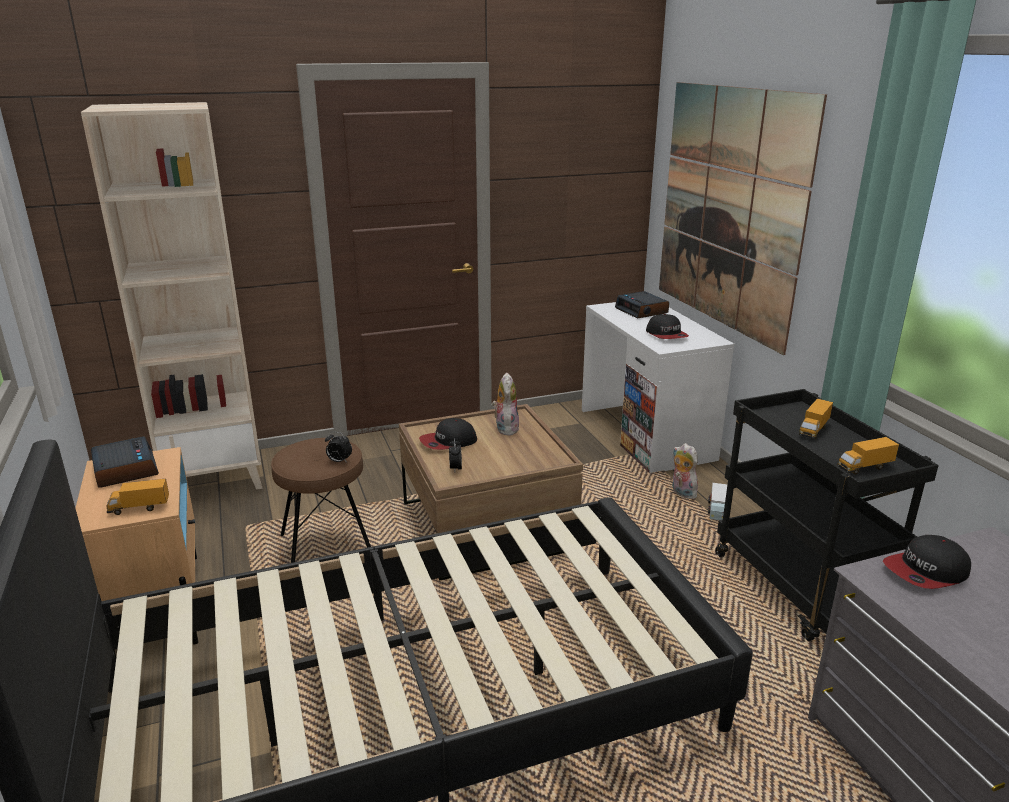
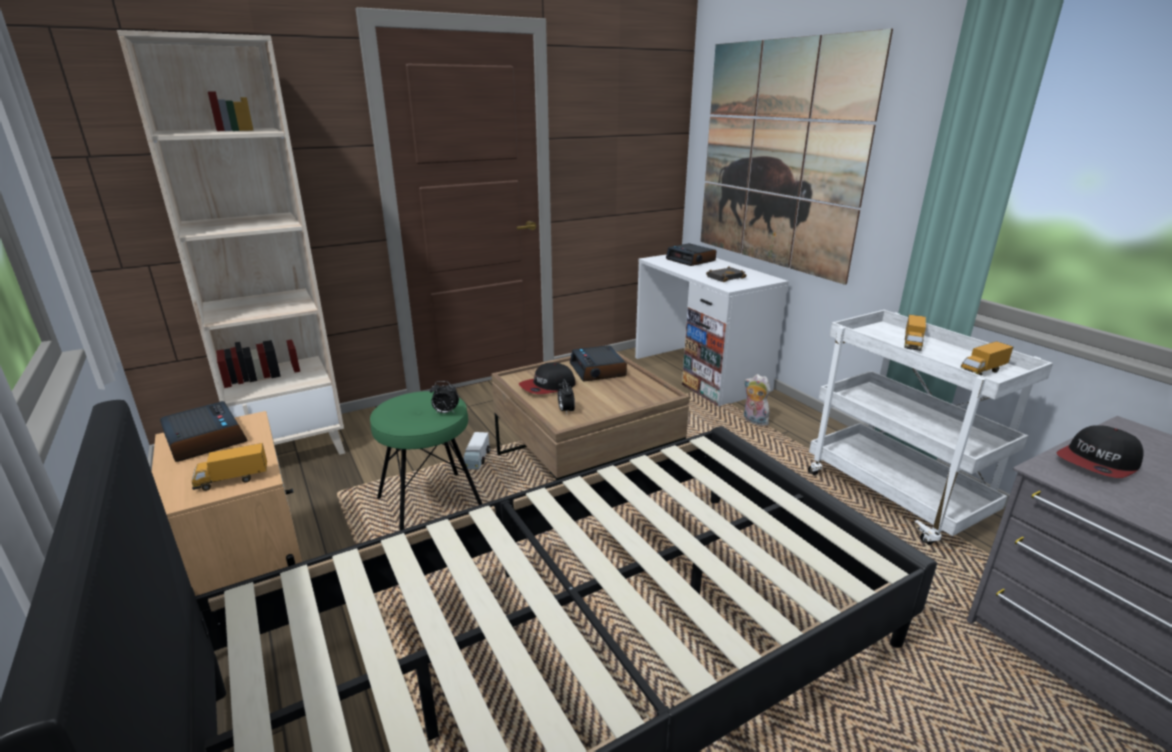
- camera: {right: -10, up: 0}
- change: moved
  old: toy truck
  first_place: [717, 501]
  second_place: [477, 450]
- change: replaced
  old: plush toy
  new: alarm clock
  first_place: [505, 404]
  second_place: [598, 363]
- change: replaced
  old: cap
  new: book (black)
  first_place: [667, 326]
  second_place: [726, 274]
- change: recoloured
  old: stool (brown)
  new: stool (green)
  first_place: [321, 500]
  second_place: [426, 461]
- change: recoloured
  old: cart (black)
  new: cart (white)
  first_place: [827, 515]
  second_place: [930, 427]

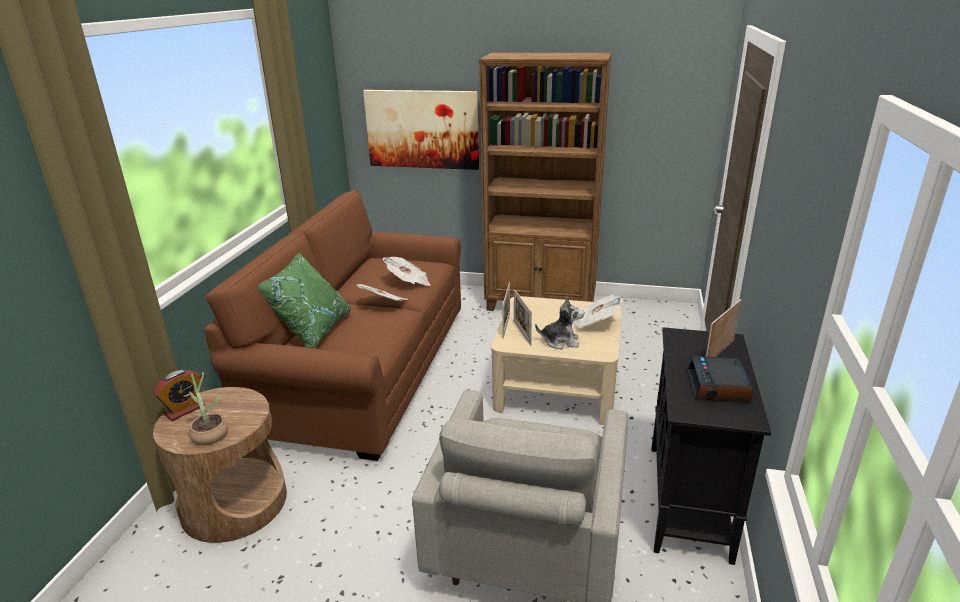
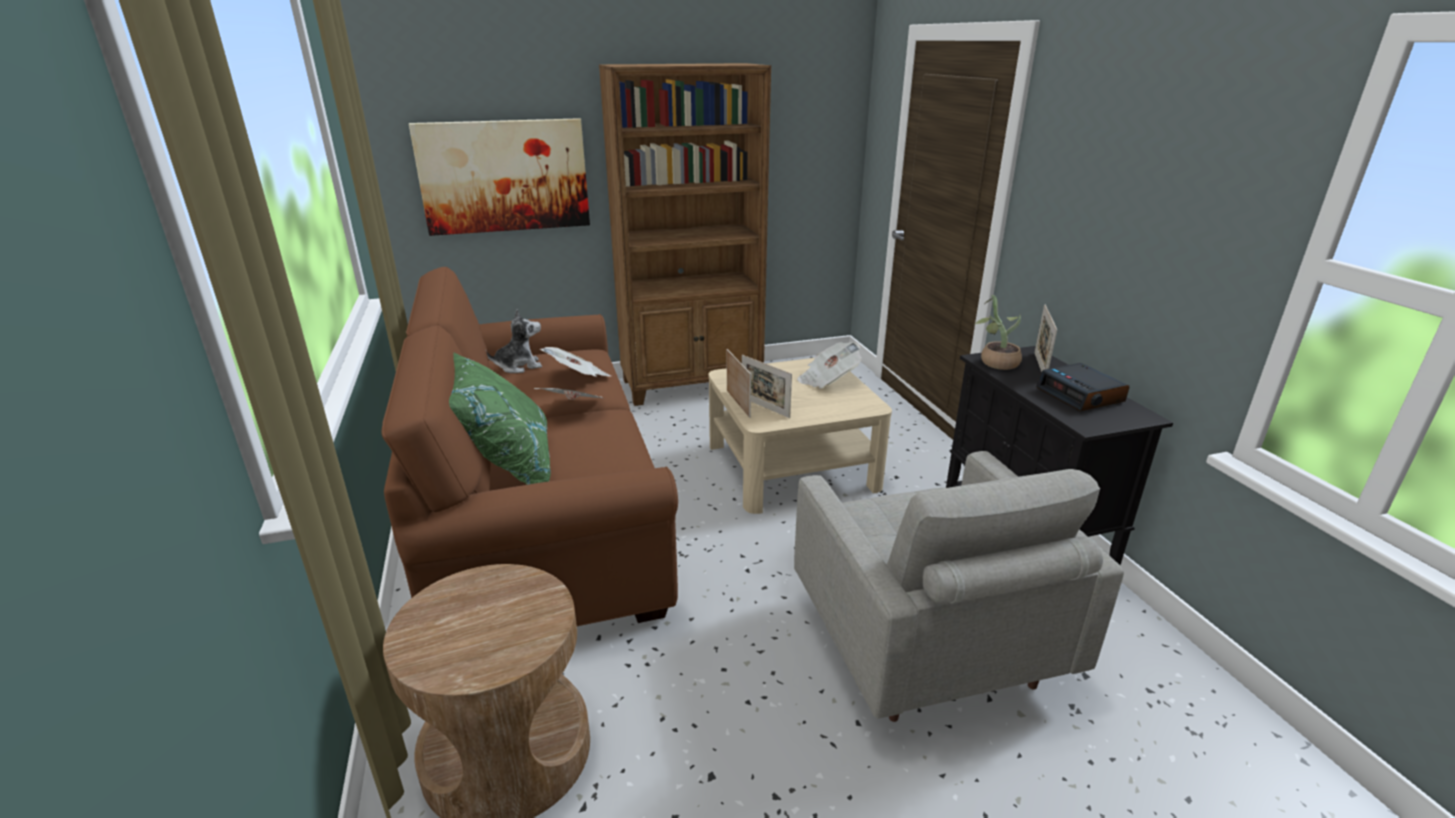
- camera: {right: -30, up: 0}
- change: removed
  old: alarm clock
  first_place: [179, 395]
- change: moved
  old: potted plant
  first_place: [206, 408]
  second_place: [998, 332]
- change: moved
  old: plush toy
  first_place: [560, 322]
  second_place: [513, 341]

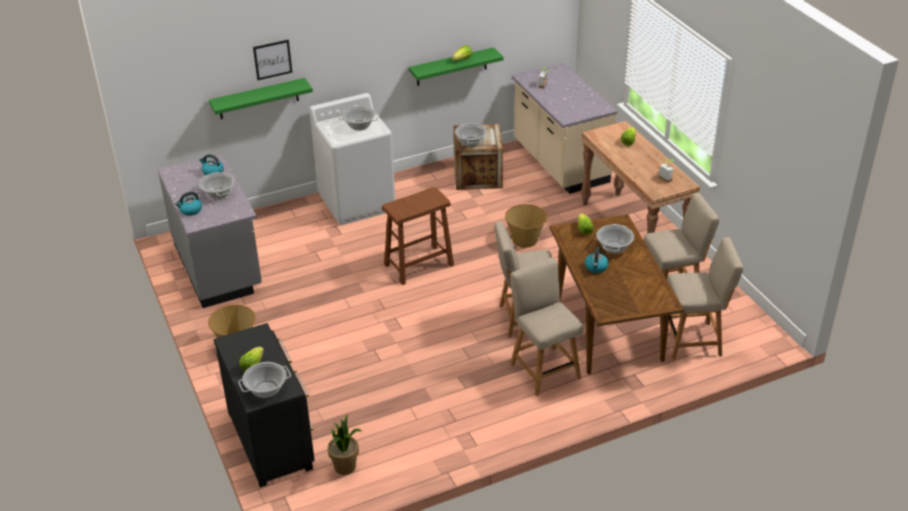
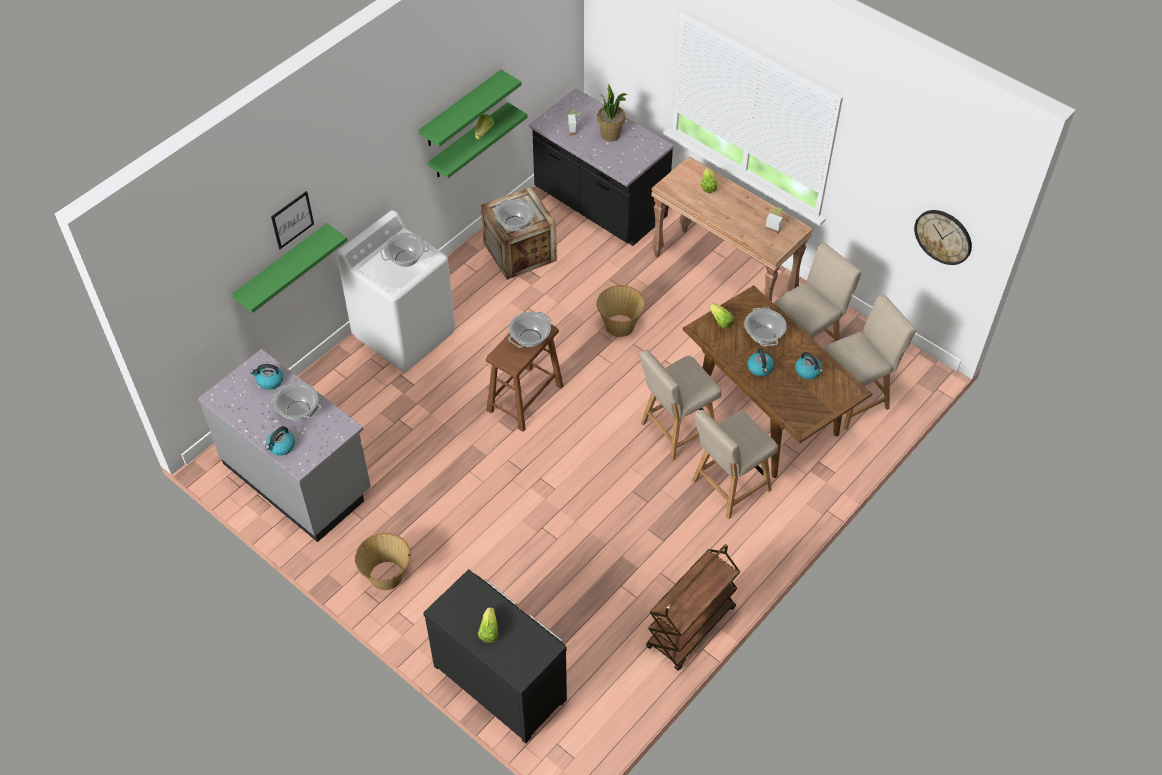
- camera: {right: -25, up: 15}
- change: added
  new: shelf (green)
  second_place: [470, 108]
- change: added
  new: cart (brown)
  second_place: [693, 607]
- change: added
  new: kettle
  second_place: [809, 366]
- change: added
  new: wall clock
  second_place: [943, 237]
- change: moved
  old: cooking pot
  first_place: [264, 380]
  second_place: [530, 329]
- change: moved
  old: potted plant
  first_place: [344, 444]
  second_place: [612, 113]
- change: recoloured
  old: counter (beige)
  new: counter (black)
  first_place: [565, 128]
  second_place: [601, 167]
- change: turned
  old: chair (beige)
  first_place: [546, 327]
  second_place: [735, 464]
  degrees: -75

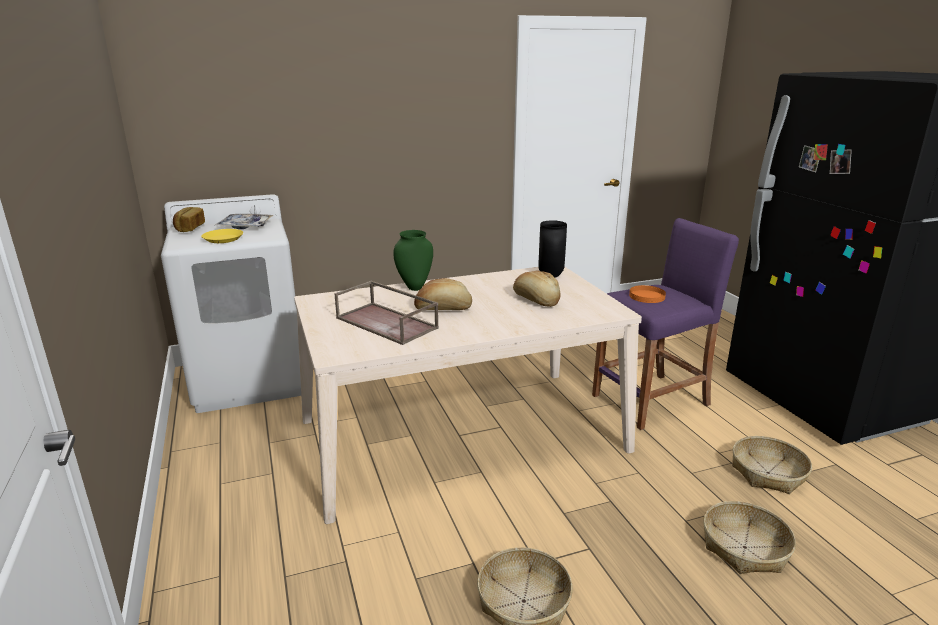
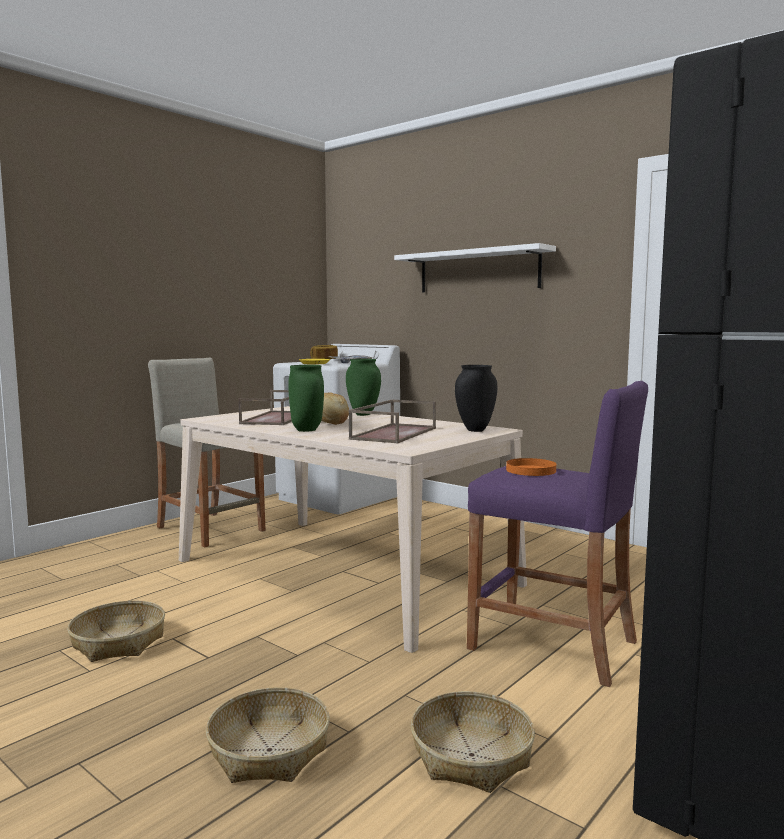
- camera: {right: 60, up: -15}
- change: added
  new: stool (beige)
  second_place: [206, 452]
- change: added
  new: vase (green)
  second_place: [306, 398]
- change: added
  new: shelf (white)
  second_place: [475, 267]
- change: replaced
  old: bread
  new: tray (brown)
  first_place: [536, 289]
  second_place: [392, 421]

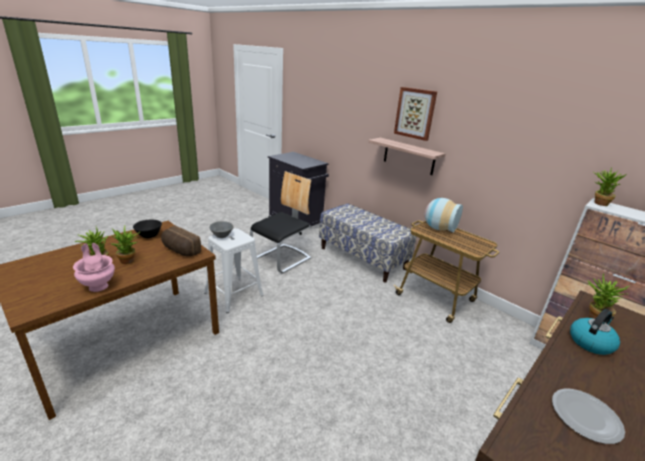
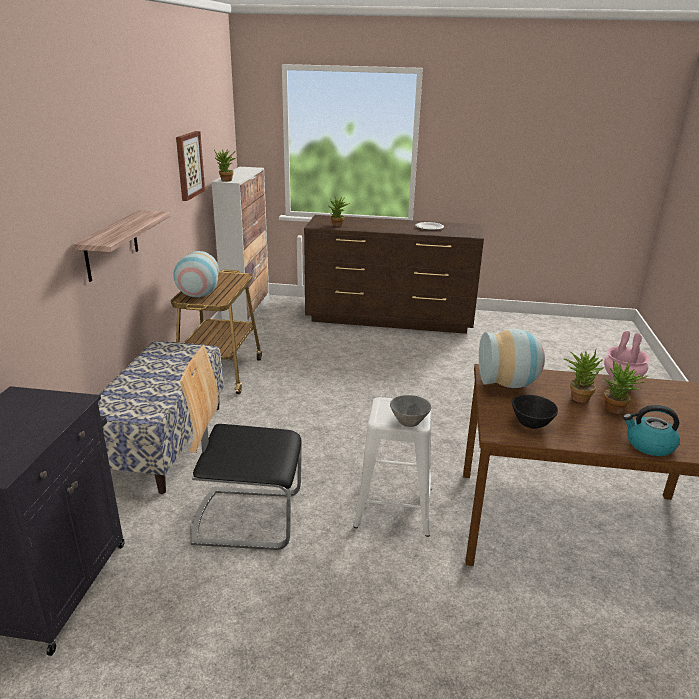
- camera: {right: -125, up: 0}
- change: moved
  old: picture
  first_place: [415, 114]
  second_place: [190, 166]
- change: moved
  old: kettle
  first_place: [595, 332]
  second_place: [651, 430]
- change: replaced
  old: bread
  new: vase
  first_place: [181, 241]
  second_place: [512, 358]

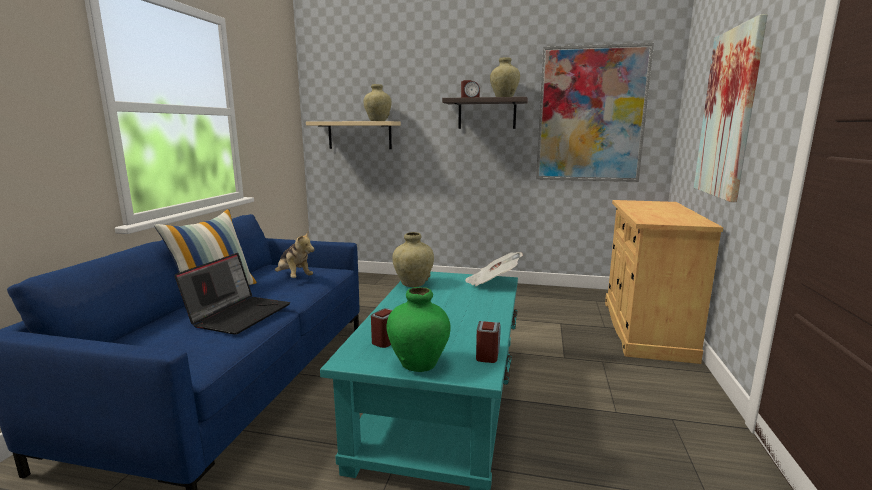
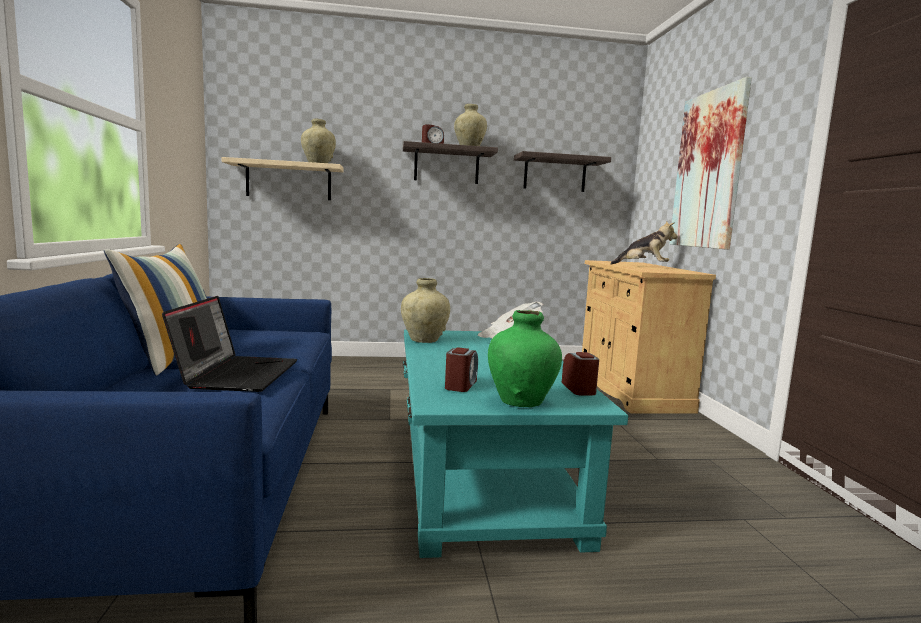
- camera: {right: -20, up: -5}
- change: moved
  old: plush toy
  first_place: [295, 255]
  second_place: [644, 242]
- change: replaced
  old: picture
  new: shelf
  first_place: [595, 112]
  second_place: [562, 171]

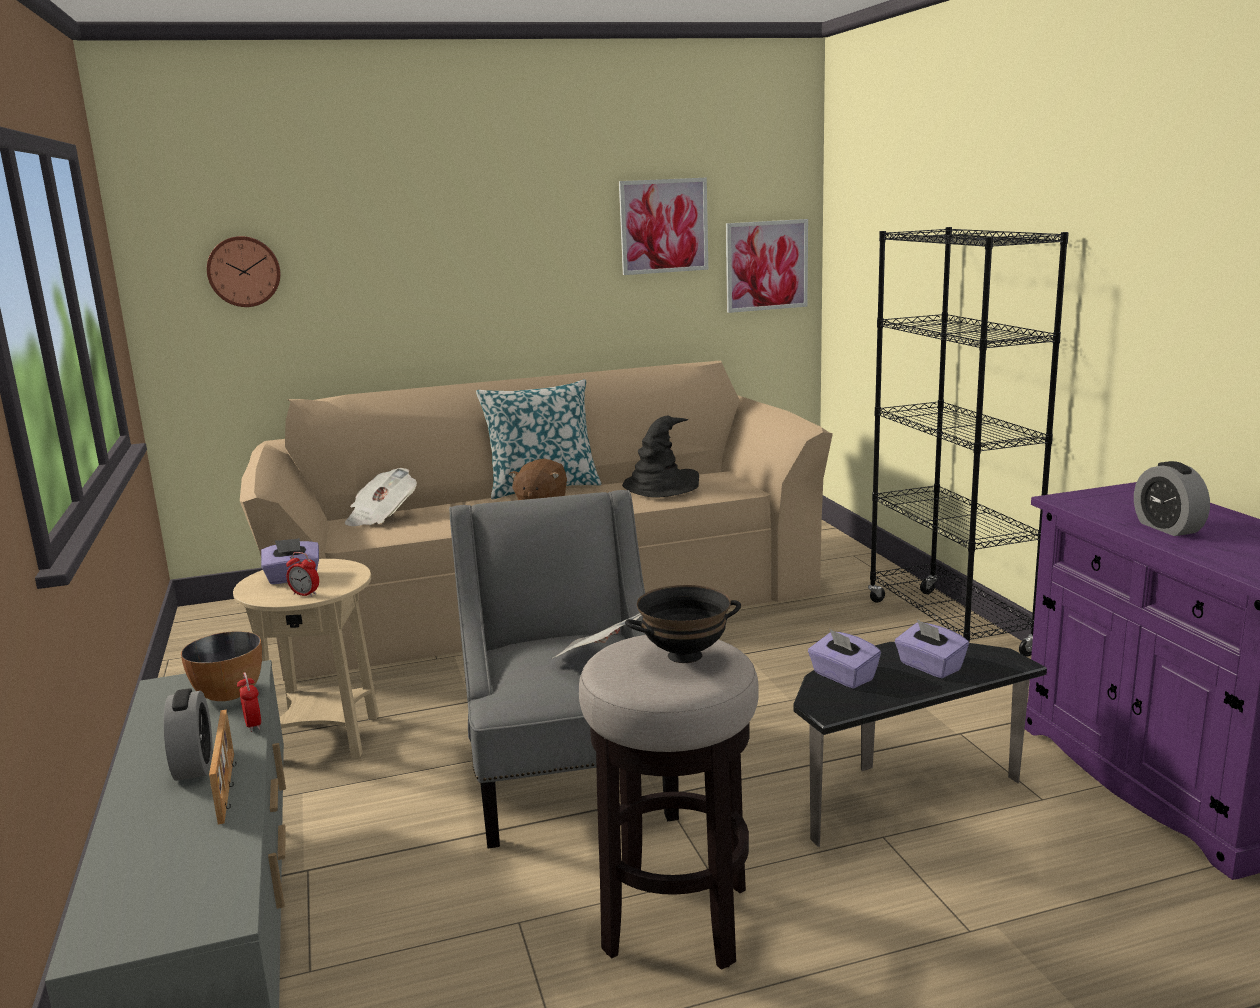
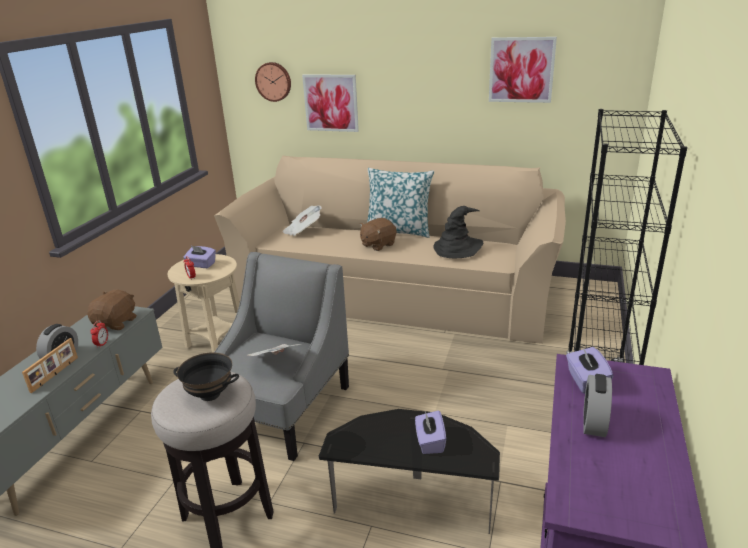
- camera: {right: 35, up: 10}
- change: moved
  old: picture
  first_place: [767, 266]
  second_place: [330, 103]
- change: moved
  old: tissue box (purple)
  first_place: [844, 659]
  second_place: [589, 370]
- change: replaced
  old: bowl
  new: plush toy (brown)
  first_place: [221, 666]
  second_place: [112, 310]

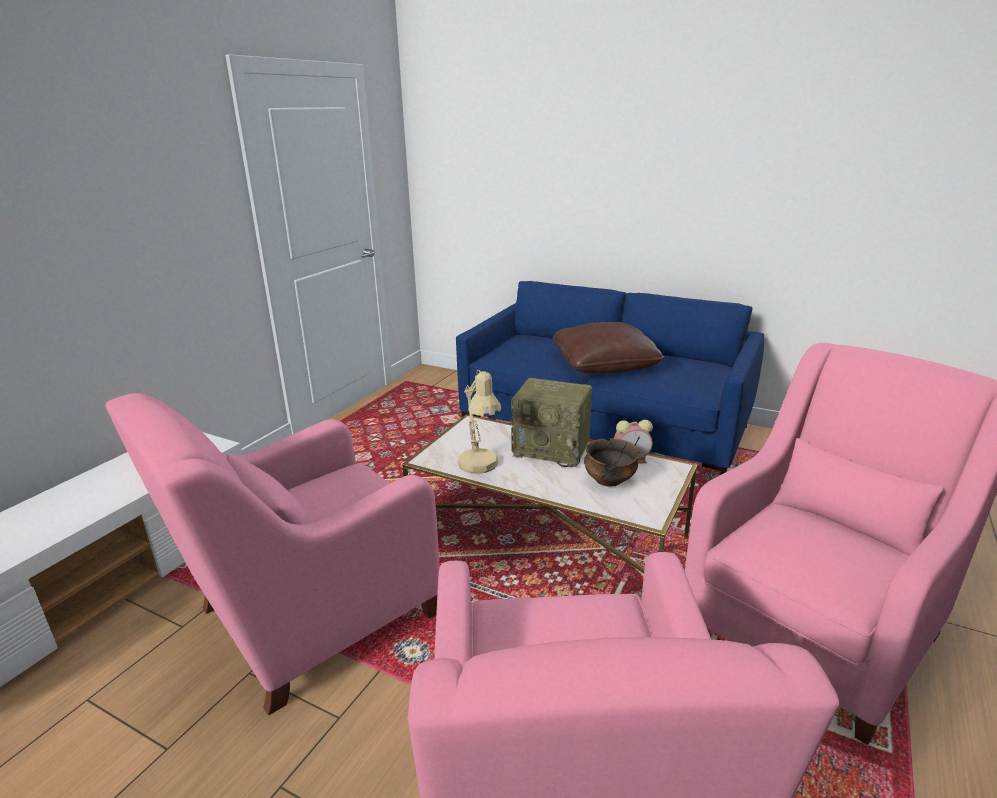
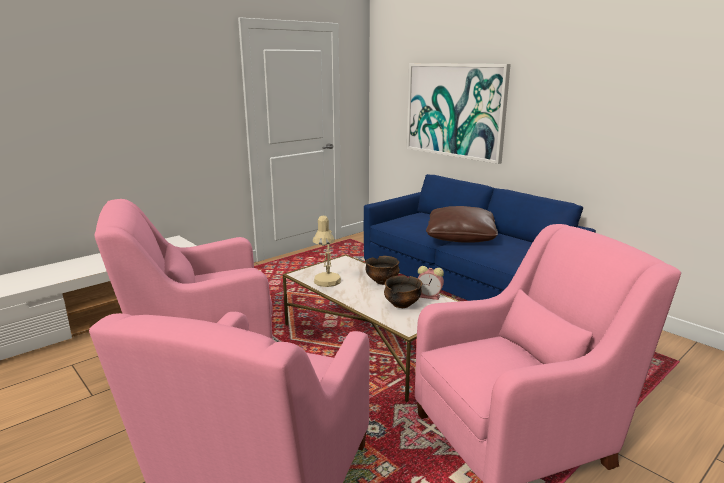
- camera: {right: 20, up: -5}
- change: added
  new: picture
  second_place: [459, 113]
- change: replaced
  old: radio
  new: bowl
  first_place: [551, 422]
  second_place: [382, 270]

